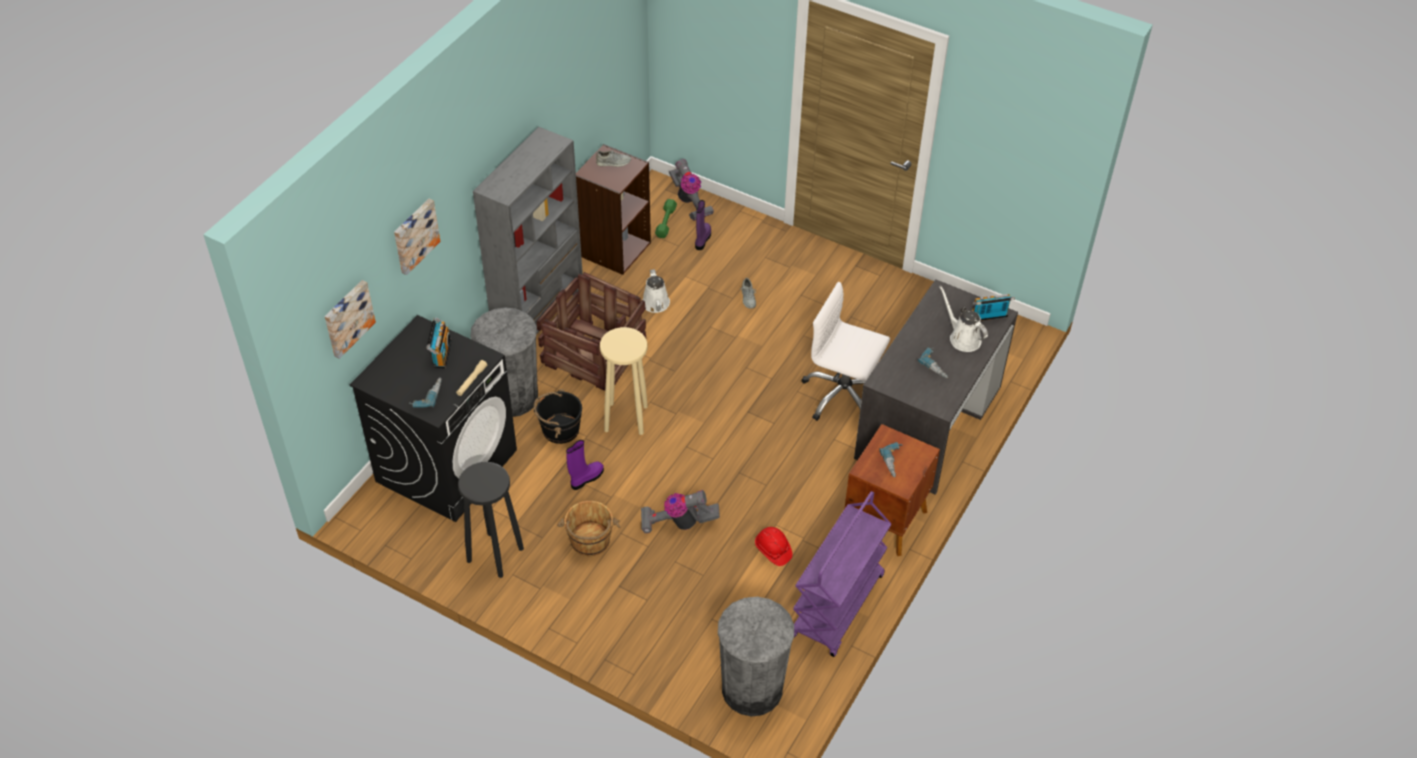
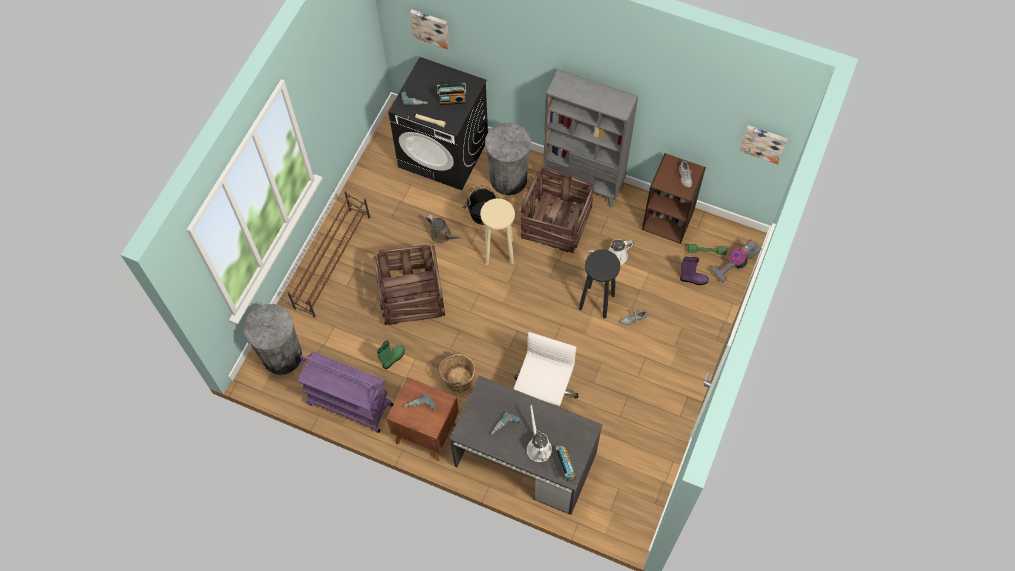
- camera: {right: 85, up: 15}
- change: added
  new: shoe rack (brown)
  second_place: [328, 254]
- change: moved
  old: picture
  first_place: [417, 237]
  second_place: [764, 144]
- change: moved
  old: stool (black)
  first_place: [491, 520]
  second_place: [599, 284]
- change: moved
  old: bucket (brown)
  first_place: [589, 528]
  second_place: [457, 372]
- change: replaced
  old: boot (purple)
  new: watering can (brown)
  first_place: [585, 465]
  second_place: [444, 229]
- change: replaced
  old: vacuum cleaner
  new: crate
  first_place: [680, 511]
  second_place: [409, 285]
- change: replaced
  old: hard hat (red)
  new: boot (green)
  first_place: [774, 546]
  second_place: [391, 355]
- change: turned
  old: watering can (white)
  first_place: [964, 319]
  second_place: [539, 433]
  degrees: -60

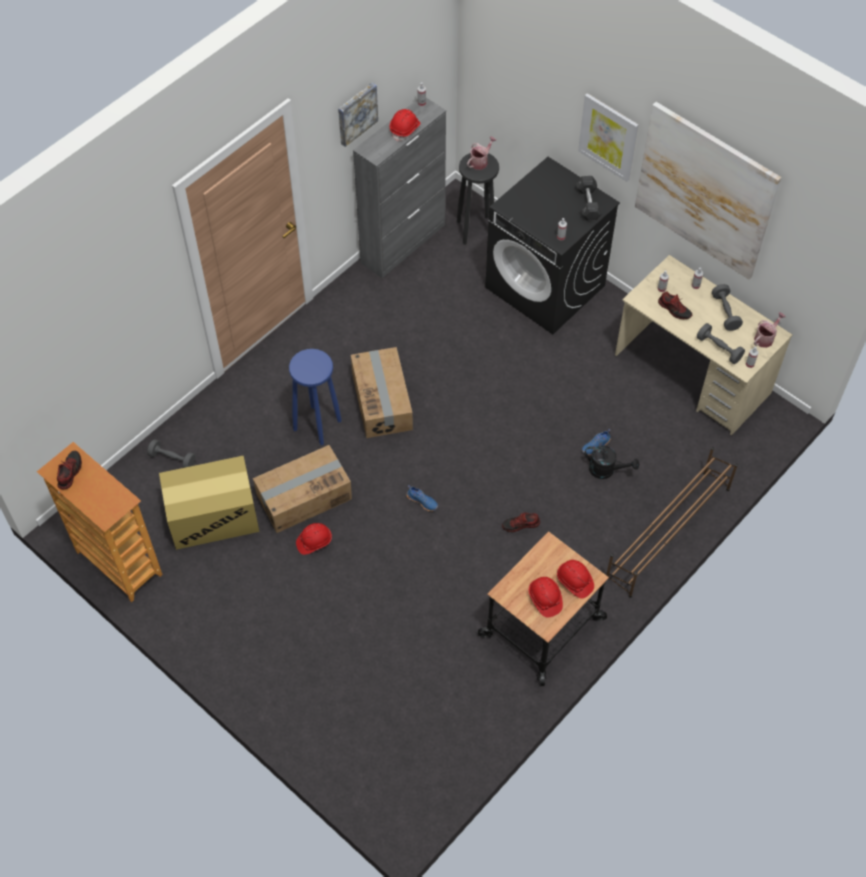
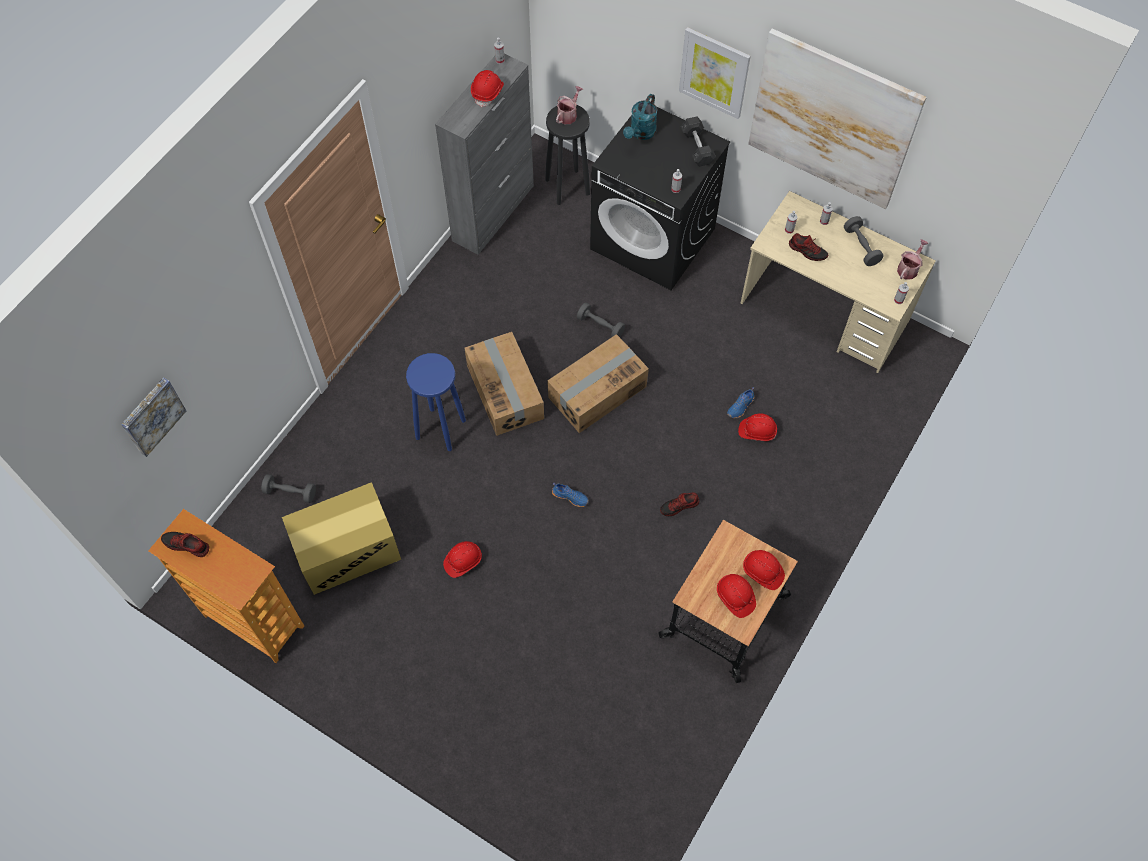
- camera: {right: -10, up: 5}
- change: removed
  old: shoe rack (brown)
  first_place: [672, 522]
- change: added
  new: watering can (turquoise)
  second_place: [640, 117]
- change: moved
  old: cardboard box
  first_place: [302, 489]
  second_place: [598, 383]
- change: moved
  old: picture
  first_place: [358, 115]
  second_place: [153, 417]
- change: moved
  old: dumbbell (grey)
  first_place: [721, 343]
  second_place: [601, 320]
- change: replaced
  old: watering can (black)
  new: hard hat (red)
  first_place: [612, 462]
  second_place: [757, 427]
- change: turned
  old: shoe
  first_place: [69, 470]
  second_place: [185, 544]
  degrees: -75

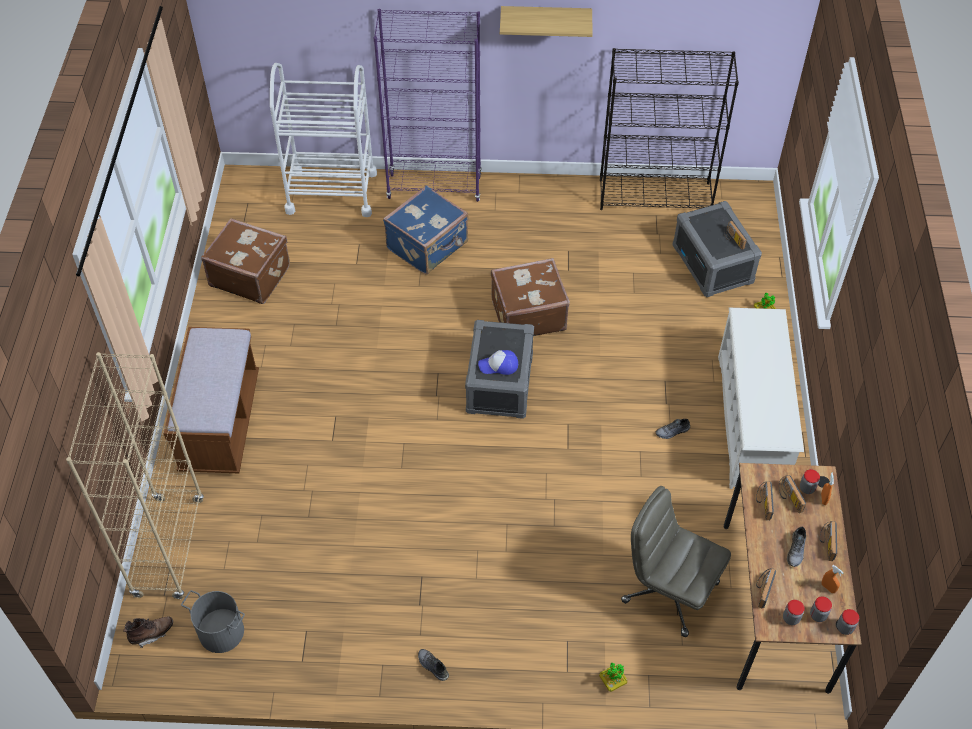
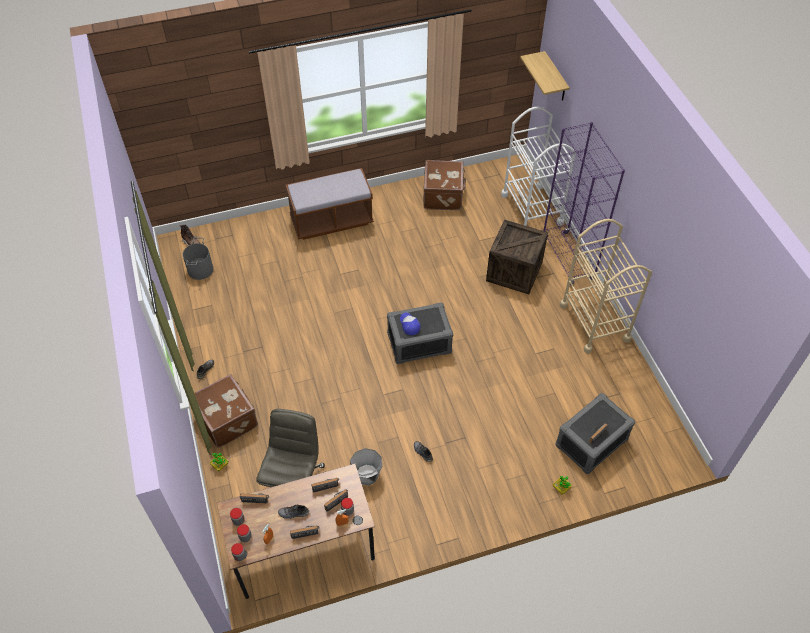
- camera: {right: 70, up: 0}
- change: removed
  old: bookcase (beige)
  first_place: [135, 475]
- change: removed
  old: bookcase (black)
  first_place: [669, 129]
- change: removed
  old: shoe rack (white)
  first_place: [761, 398]
- change: added
  new: bucket (grey)
  second_place: [366, 466]
- change: added
  new: cart (beige)
  second_place: [606, 286]
- change: moved
  old: suitcase (brown)
  first_place: [530, 297]
  second_place: [226, 411]
- change: moved
  old: shelf
  first_place: [546, 21]
  second_place: [545, 76]
- change: replaced
  old: suitcase (blue)
  new: crate
  first_place: [425, 229]
  second_place: [517, 257]

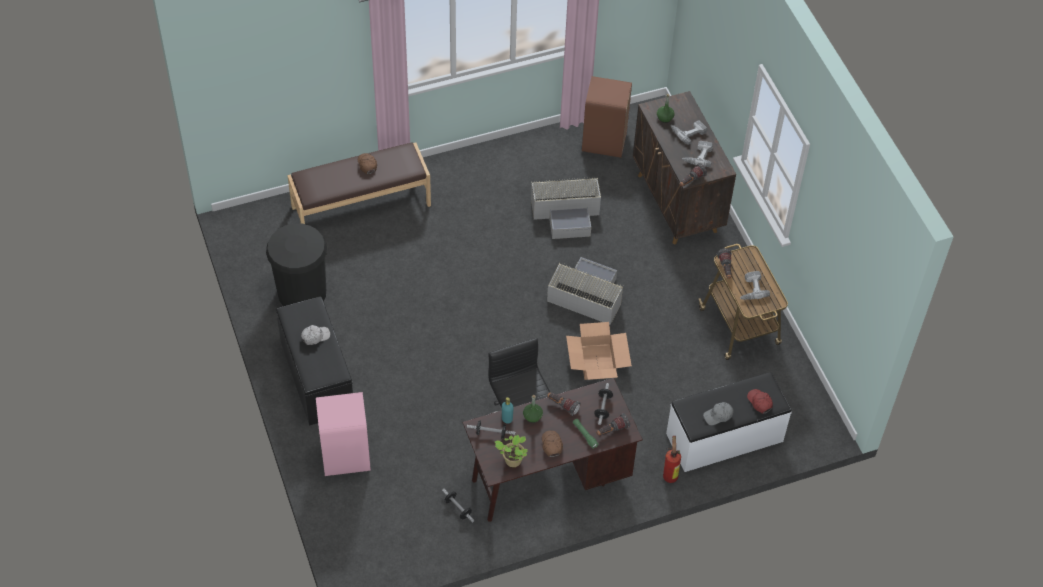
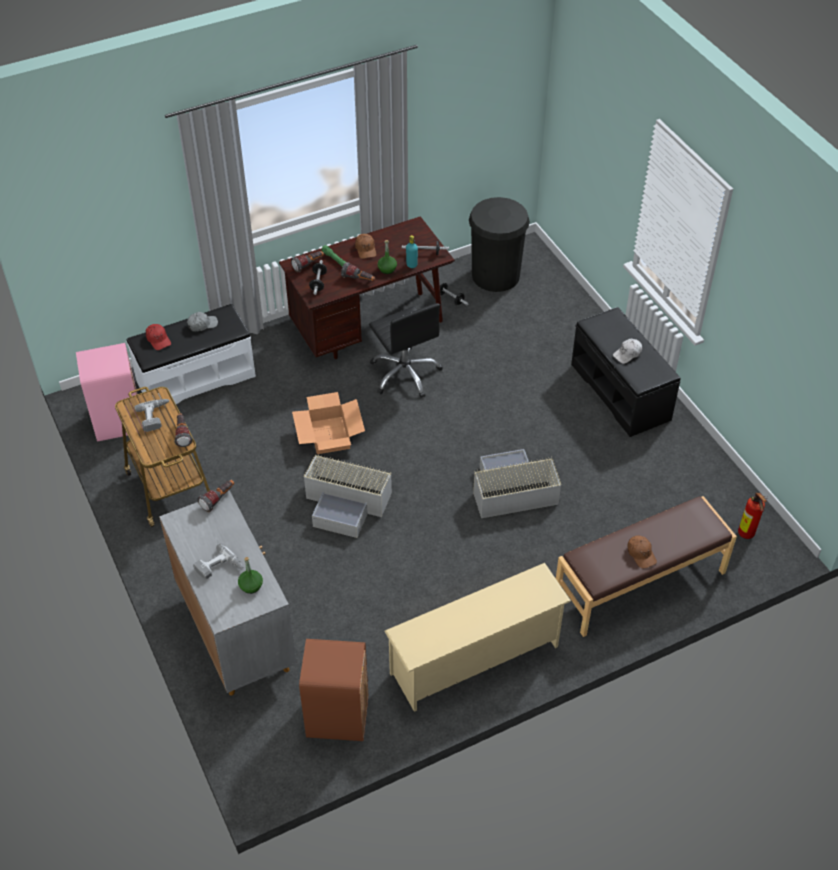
- camera: {right: 175, up: -5}
- change: removed
  old: potted plant
  first_place: [511, 451]
- change: removed
  old: power drill
  first_place: [697, 154]
- change: added
  new: shoe rack (beige)
  second_place: [477, 637]
- change: moved
  old: trash can (black)
  first_place: [296, 264]
  second_place: [499, 244]
- change: moved
  old: trash can (pink)
  first_place: [343, 434]
  second_place: [110, 392]
- change: moved
  old: storage box (grey)
  first_place: [566, 208]
  second_place: [517, 483]
- change: moved
  old: fire extinguisher
  first_place: [672, 459]
  second_place: [753, 515]
- change: recoloured
  old: cabinet (brown)
  new: cabinet (grey)
  first_place: [684, 167]
  second_place: [228, 593]

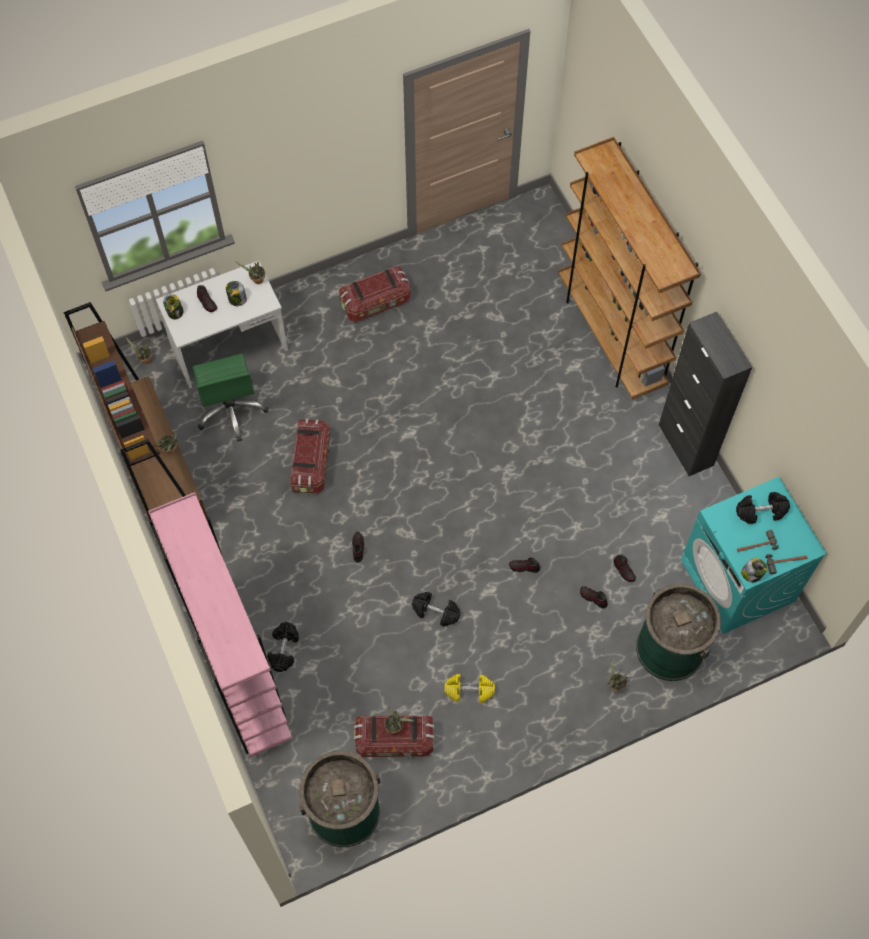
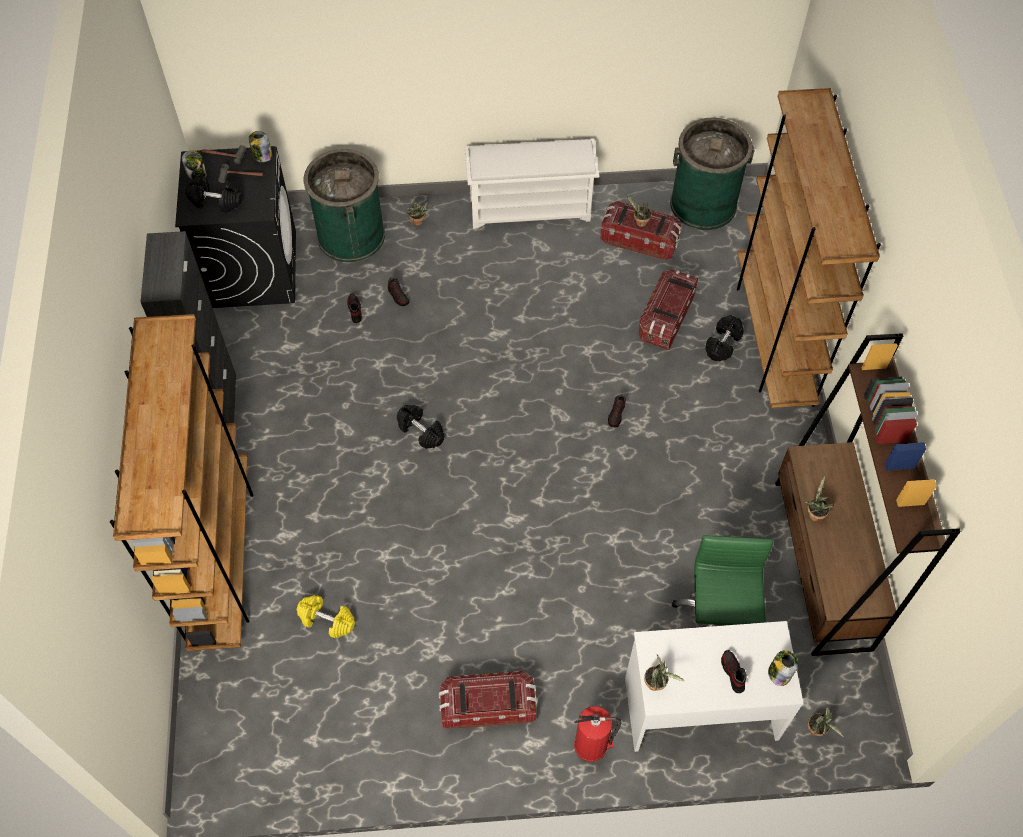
- camera: {right: -160, up: -5}
- change: removed
  old: shoe
  first_place: [524, 565]
- change: added
  new: shoe rack (white)
  second_place: [532, 184]
- change: added
  new: fire extinguisher
  second_place: [597, 734]
- change: moved
  old: jar
  first_place: [236, 293]
  second_place: [194, 165]
- change: moved
  old: storage box
  first_place: [310, 456]
  second_place: [668, 309]
- change: moved
  old: dumbbell (black)
  first_place: [436, 609]
  second_place: [420, 427]
- change: moved
  old: dumbbell (yellow)
  first_place: [470, 688]
  second_place: [326, 616]
- change: recoloured
  old: bookcase (pink)
  new: bookcase (brown)
  first_place: [220, 624]
  second_place: [809, 248]
- change: recoloured
  old: washing machine (turquoise)
  new: washing machine (black)
  first_place: [754, 555]
  second_place: [235, 227]

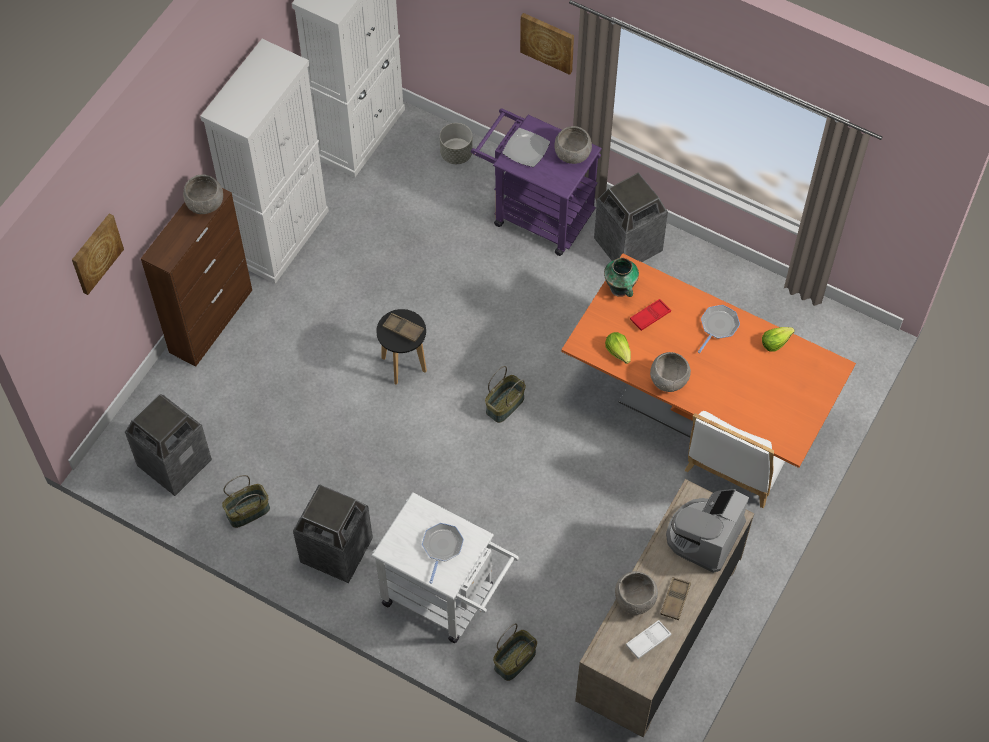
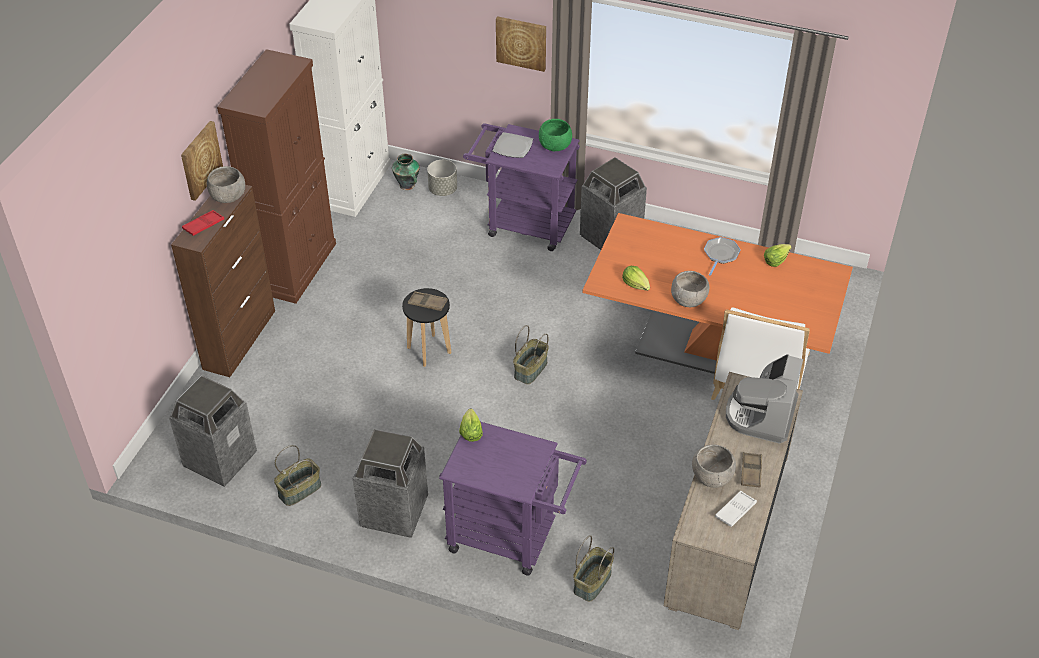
- camera: {right: -10, up: -15}
- change: removed
  old: frying pan
  first_place: [443, 553]
- change: added
  new: lettuce
  second_place: [471, 425]
- change: moved
  old: picture
  first_place: [98, 254]
  second_place: [202, 161]
- change: moved
  old: vase
  first_place: [621, 277]
  second_place: [406, 172]
- change: moved
  old: tray (red)
  first_place: [650, 315]
  second_place: [203, 223]
- change: recoloured
  old: cabinet (white)
  new: cabinet (brown)
  first_place: [264, 161]
  second_place: [276, 176]
- change: recoloured
  old: cart (white)
  new: cart (purple)
  first_place: [445, 567]
  second_place: [513, 499]
- change: recoloured
  old: bowl (grey)
  new: bowl (green)
  first_place: [573, 145]
  second_place: [555, 135]

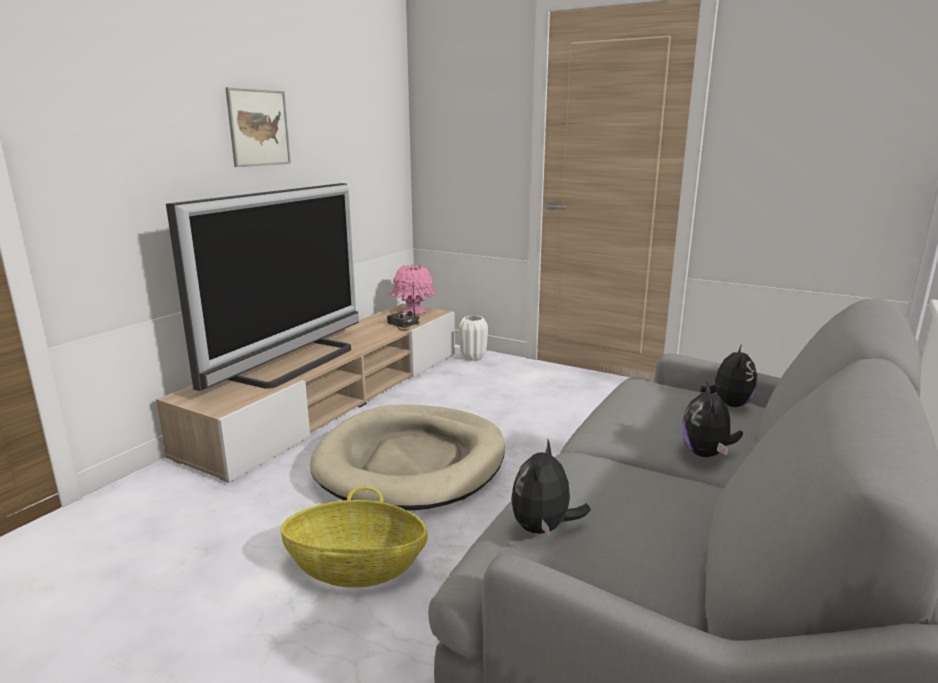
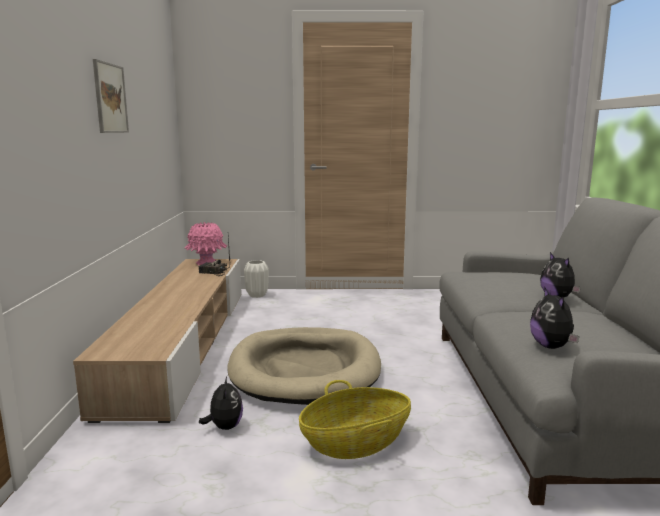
- camera: {right: -30, up: -5}
- change: removed
  old: television
  first_place: [262, 287]
- change: moved
  old: plush toy
  first_place: [728, 375]
  second_place: [221, 403]

